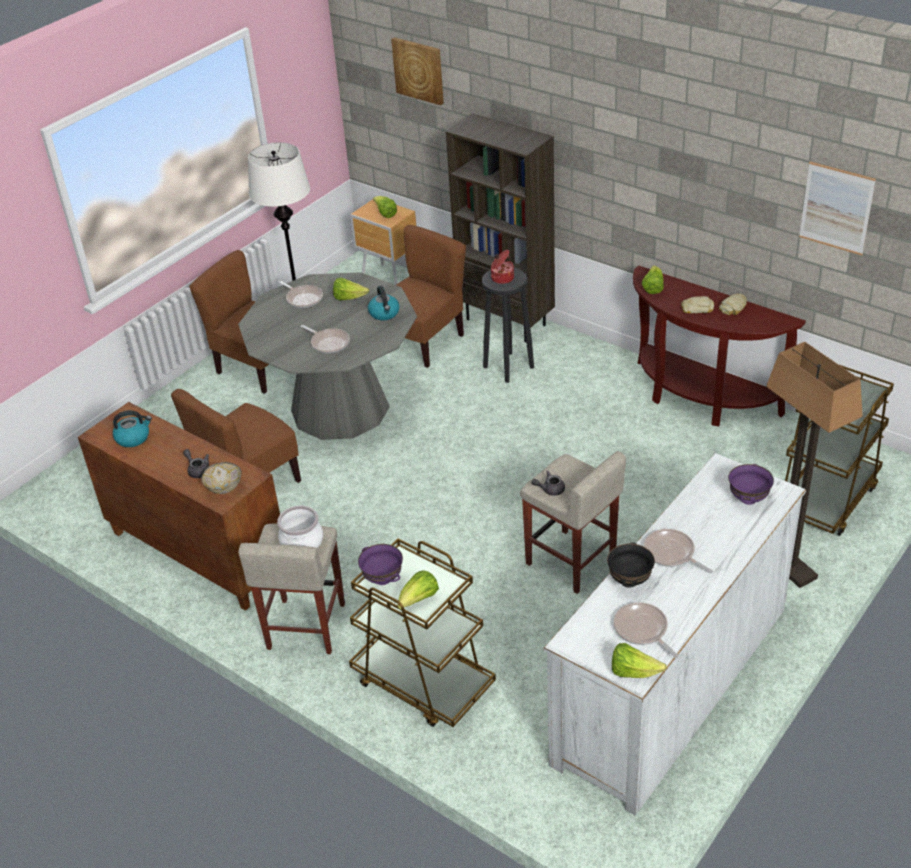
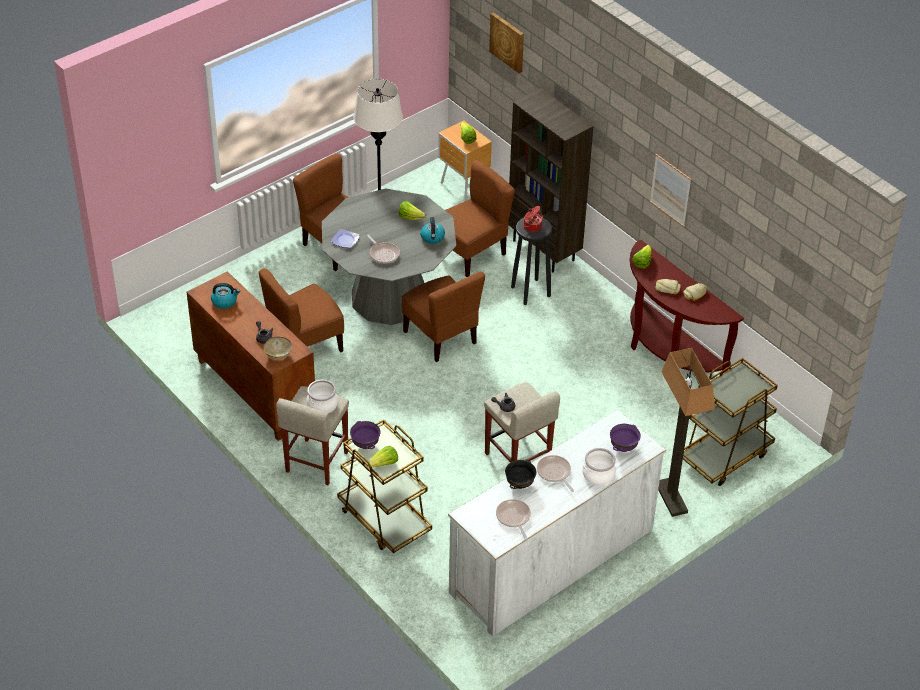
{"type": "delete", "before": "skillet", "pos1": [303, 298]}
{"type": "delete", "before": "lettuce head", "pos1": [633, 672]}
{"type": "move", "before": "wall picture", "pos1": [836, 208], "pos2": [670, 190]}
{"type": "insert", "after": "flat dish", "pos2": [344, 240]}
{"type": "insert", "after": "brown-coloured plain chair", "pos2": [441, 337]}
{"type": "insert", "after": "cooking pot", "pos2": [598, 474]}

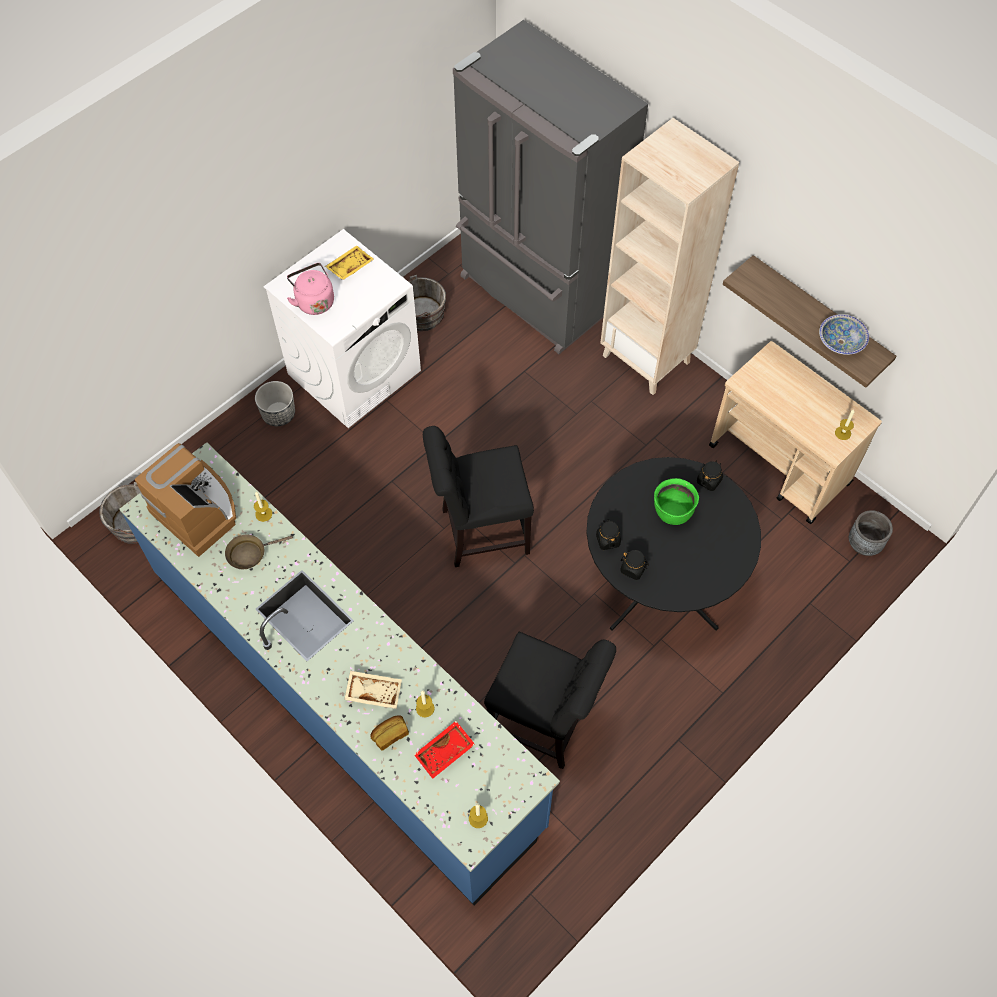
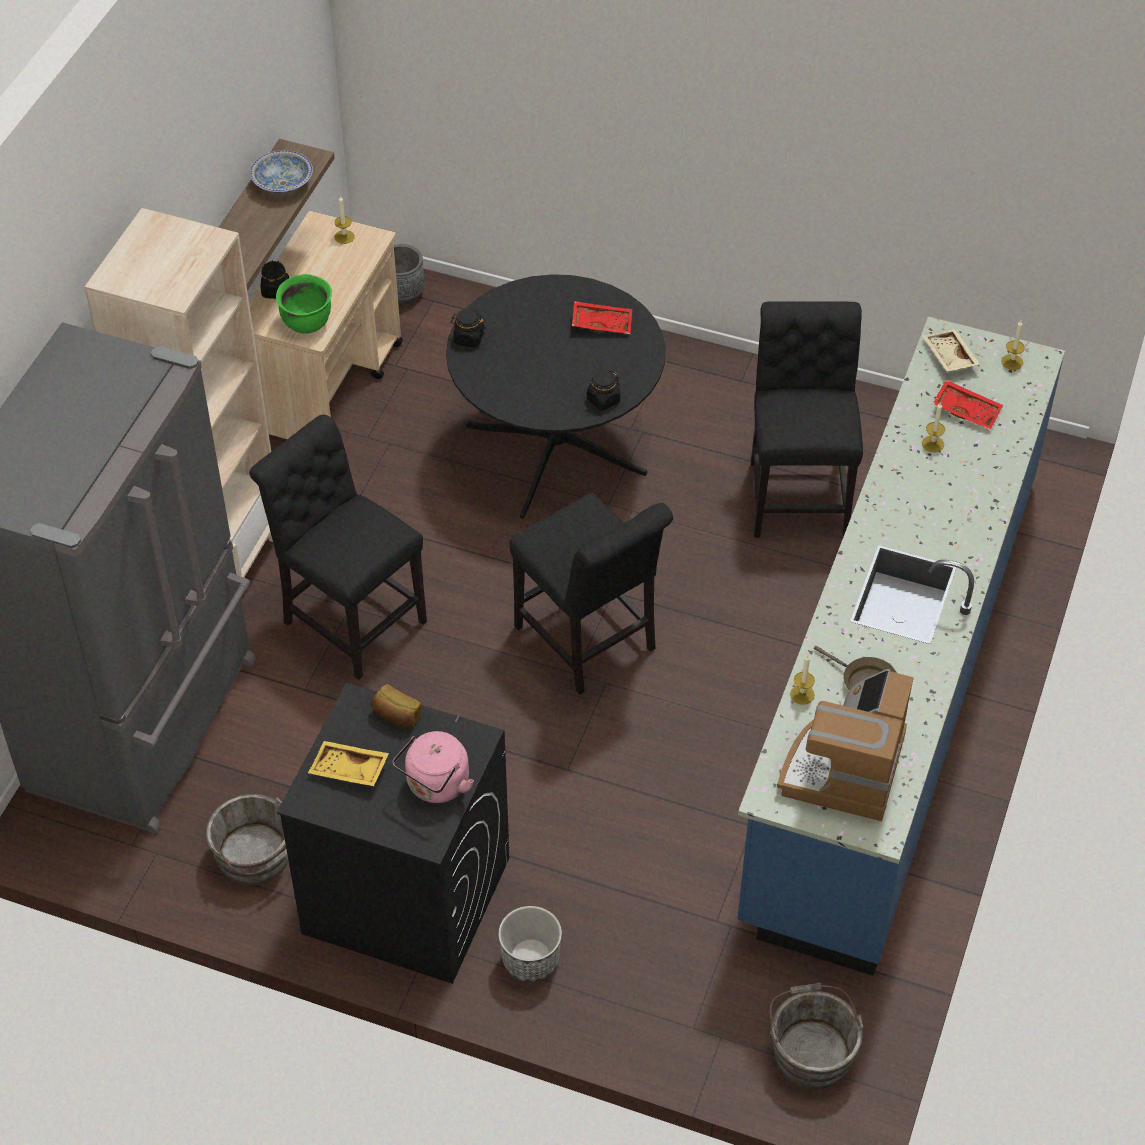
{"type": "recolor", "before": "white-coloured laundry machine", "after": "black laundry machine", "pos1": [354, 372], "pos2": [405, 895]}
{"type": "move", "before": "beige tray", "pos1": [374, 691], "pos2": [948, 357]}
{"type": "move", "before": "bakery bread", "pos1": [390, 735], "pos2": [396, 716]}
{"type": "move", "before": "black jar", "pos1": [633, 569], "pos2": [276, 291]}
{"type": "move", "before": "green-coloured cooking pot", "pos1": [672, 513], "pos2": [307, 323]}
{"type": "insert", "after": "black plain chair", "pos2": [349, 618]}
{"type": "insert", "after": "reddish tray", "pos2": [602, 323]}

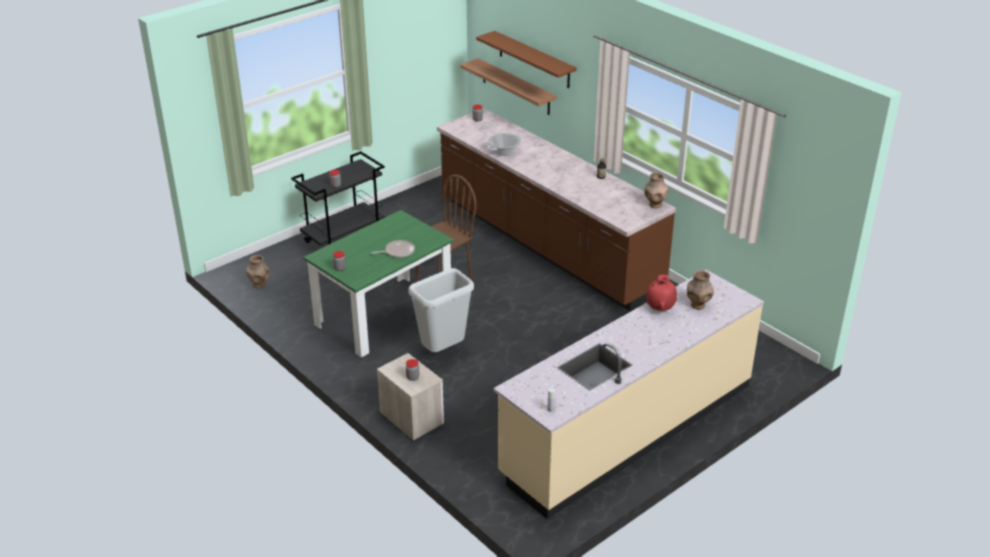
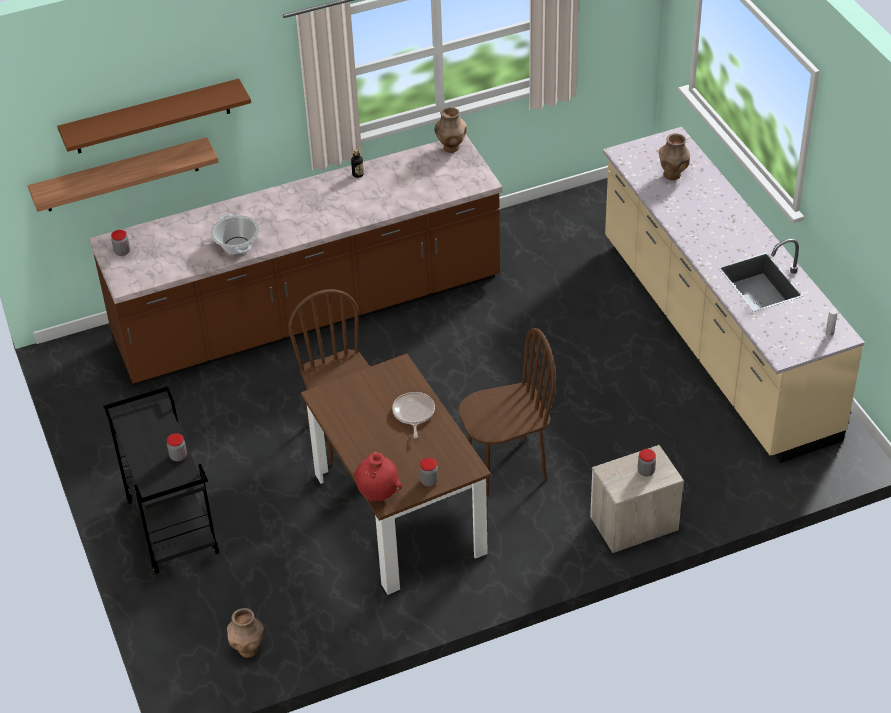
{"type": "recolor", "before": "green-coloured kitchen table", "after": "brown-coloured kitchen table", "pos1": [384, 316], "pos2": [399, 514]}
{"type": "replace", "before": "gray trash can", "after": "brown-coloured plain chair", "pos1": [443, 351], "pos2": [506, 467]}
{"type": "move", "before": "reddish vase", "pos1": [660, 309], "pos2": [379, 494]}

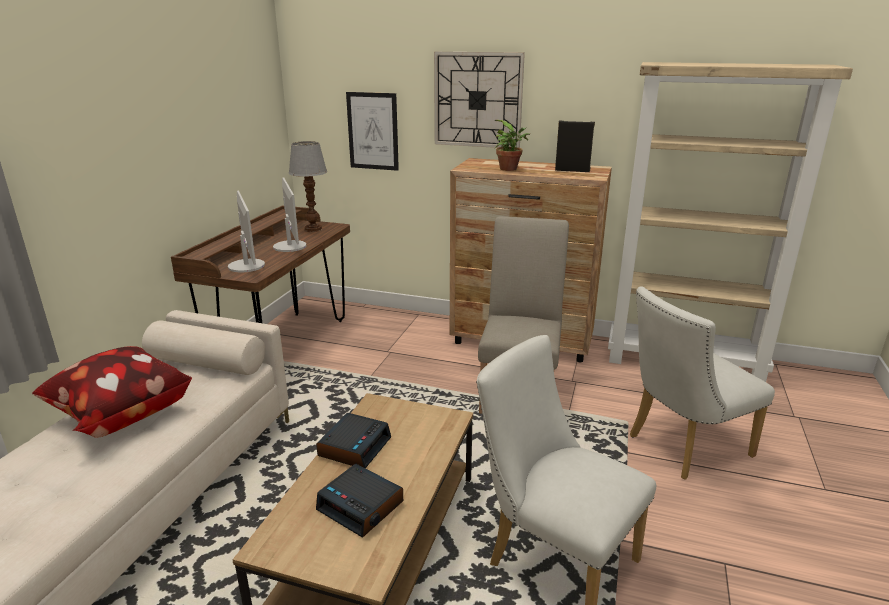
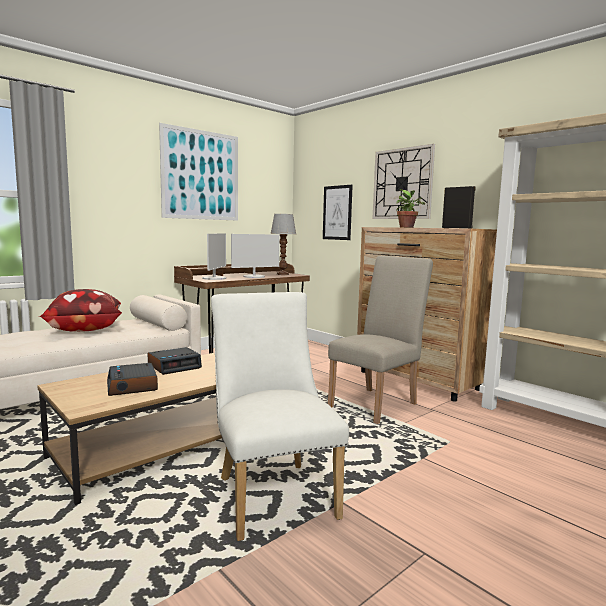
{"type": "rotate", "before": "computer display", "pos1": [290, 246], "pos2": [254, 276], "turn": 45}
{"type": "delete", "before": "white-coloured plain chair", "pos1": [681, 447]}
{"type": "insert", "after": "wall picture", "pos2": [201, 175]}

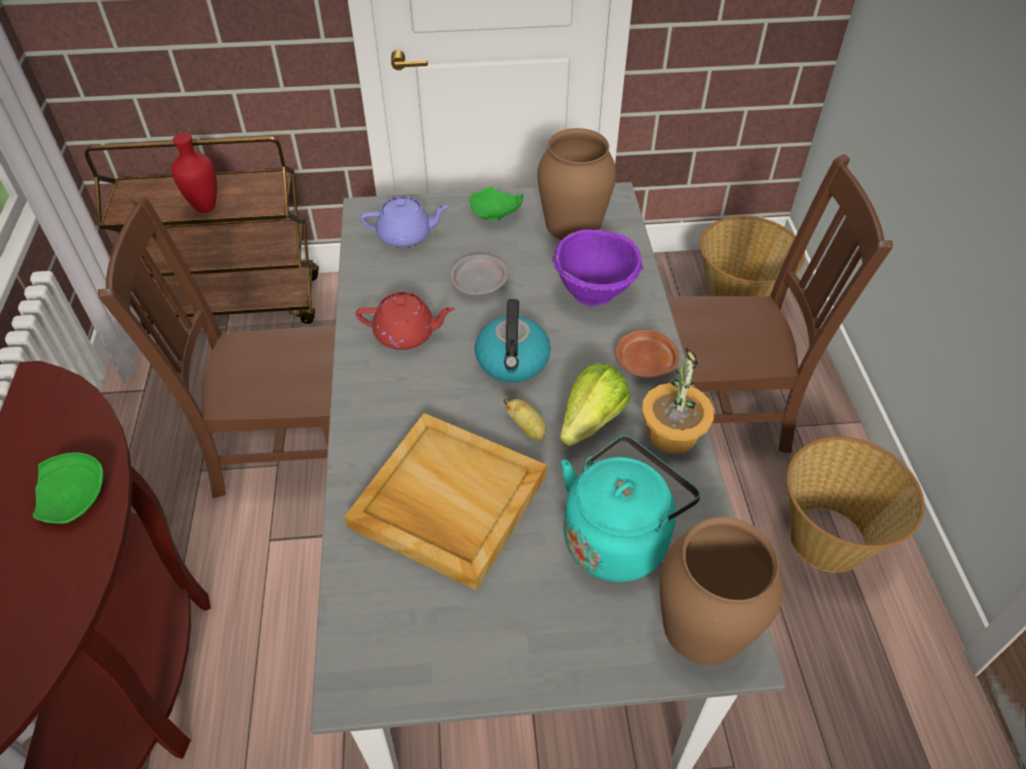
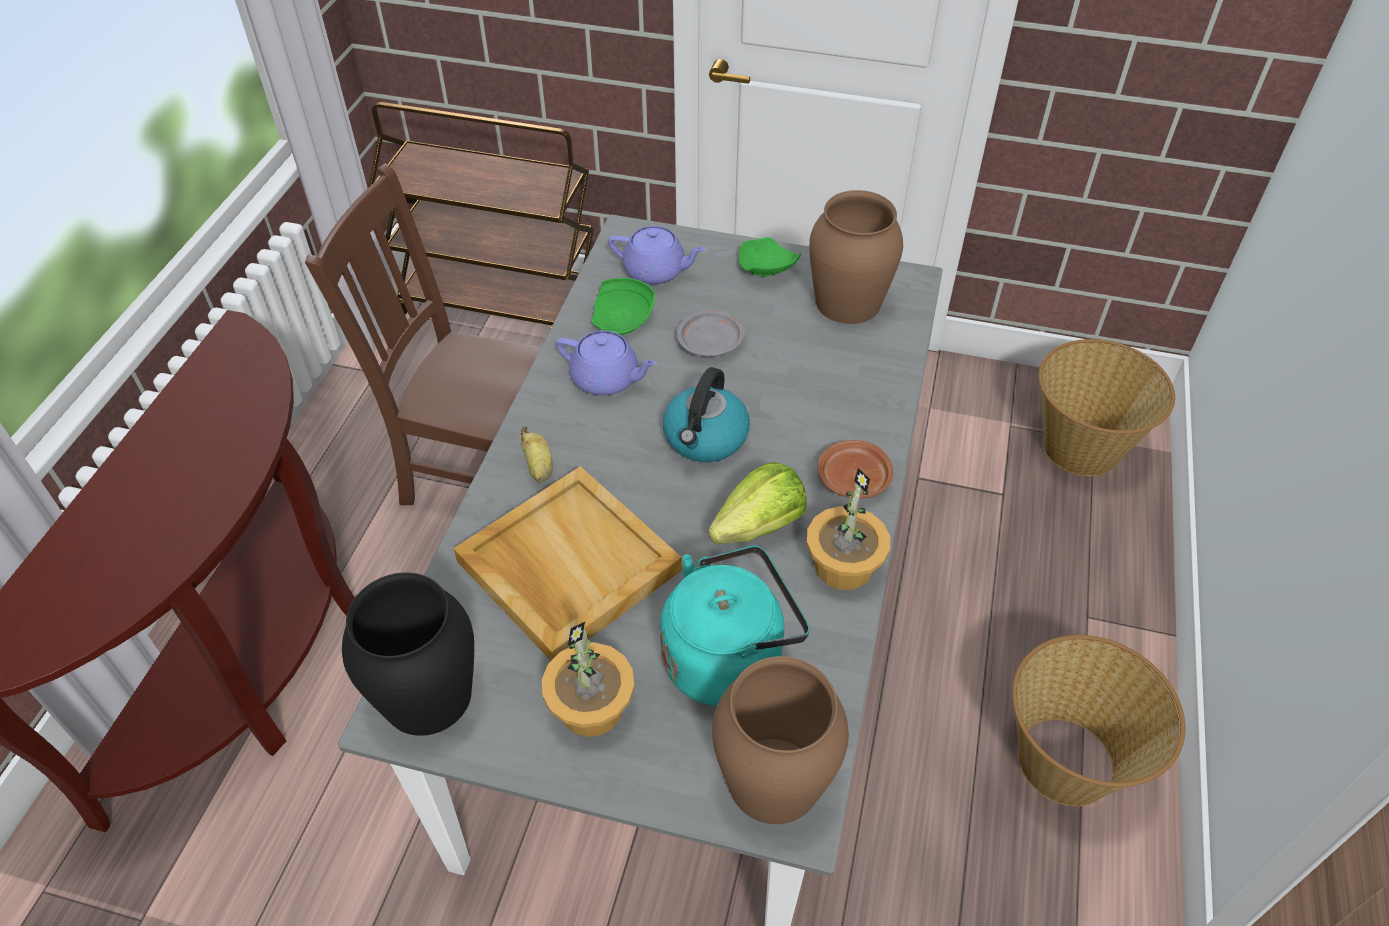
{"type": "move", "before": "green-coloured flat dish", "pos1": [74, 497], "pos2": [623, 318]}
{"type": "delete", "before": "reddish vase", "pos1": [204, 208]}
{"type": "recolor", "before": "reddish pot for tea", "after": "purplish pot for tea", "pos1": [406, 334], "pos2": [607, 379]}
{"type": "move", "before": "banana fruit", "pos1": [527, 428], "pos2": [539, 467]}
{"type": "delete", "before": "purplish serving bowl", "pos1": [595, 292]}
{"type": "delete", "before": "brown-coloured plain chair", "pos1": [720, 412]}
{"type": "insert", "after": "black vase", "pos2": [428, 695]}
{"type": "insert", "after": "plant in a pot", "pos2": [592, 707]}

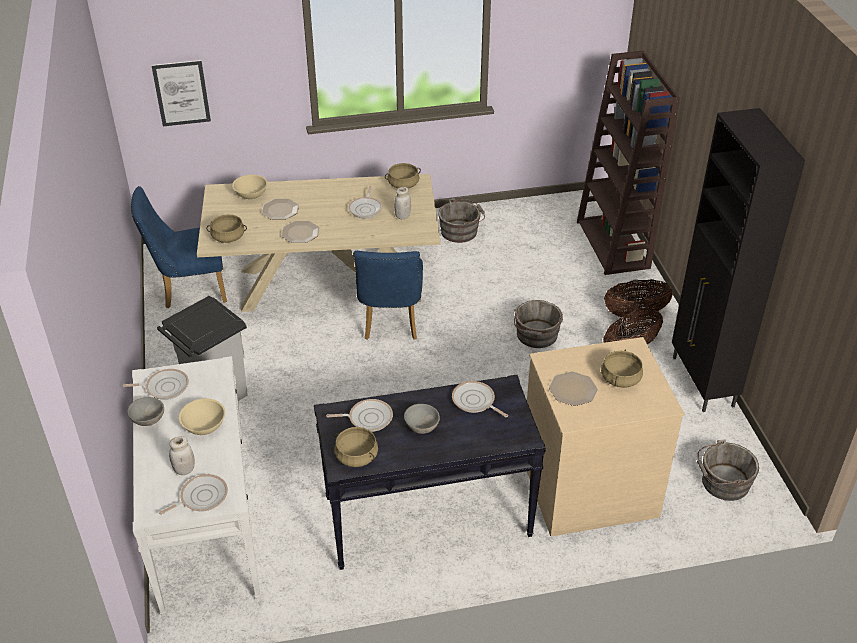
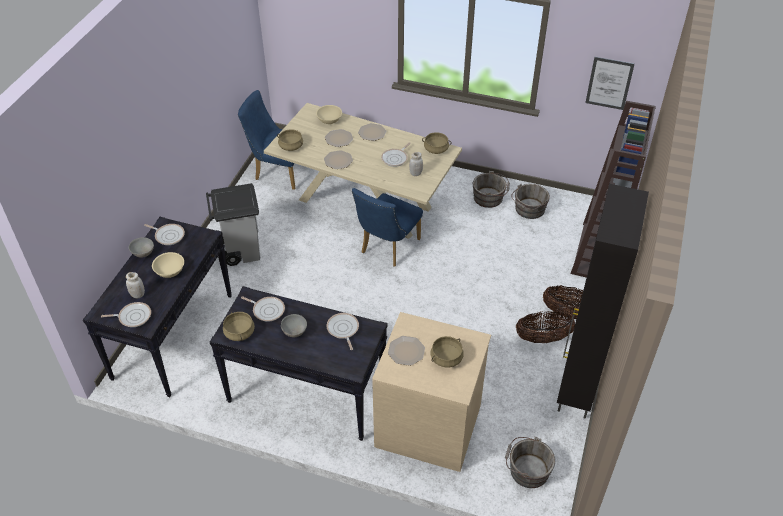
{"type": "recolor", "before": "white-coloured console table", "after": "black console table", "pos1": [205, 526], "pos2": [173, 335]}
{"type": "move", "before": "wall picture", "pos1": [181, 93], "pos2": [609, 83]}
{"type": "move", "before": "gray pail", "pos1": [536, 336], "pos2": [528, 210]}
{"type": "insert", "after": "flat dish", "pos2": [372, 132]}

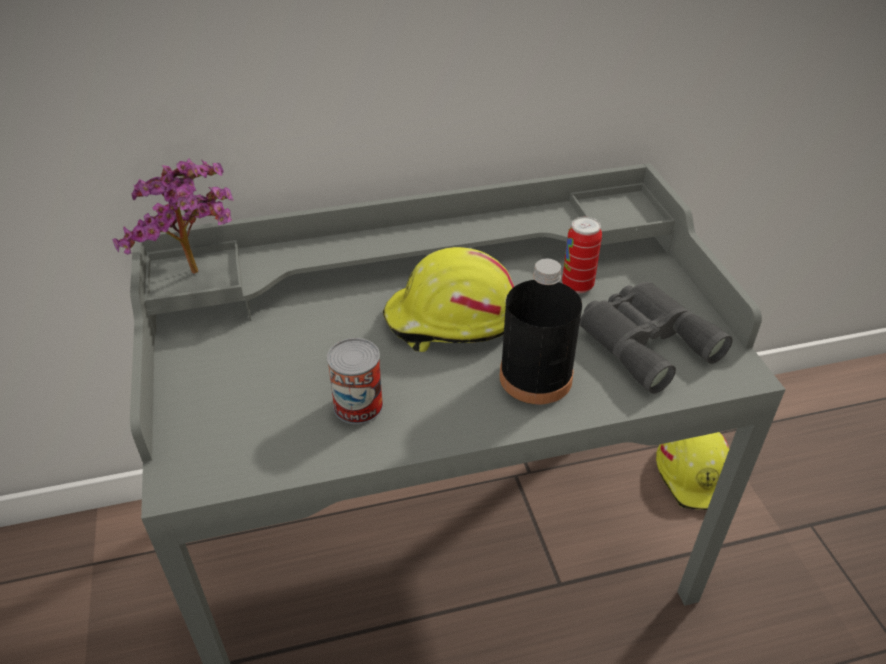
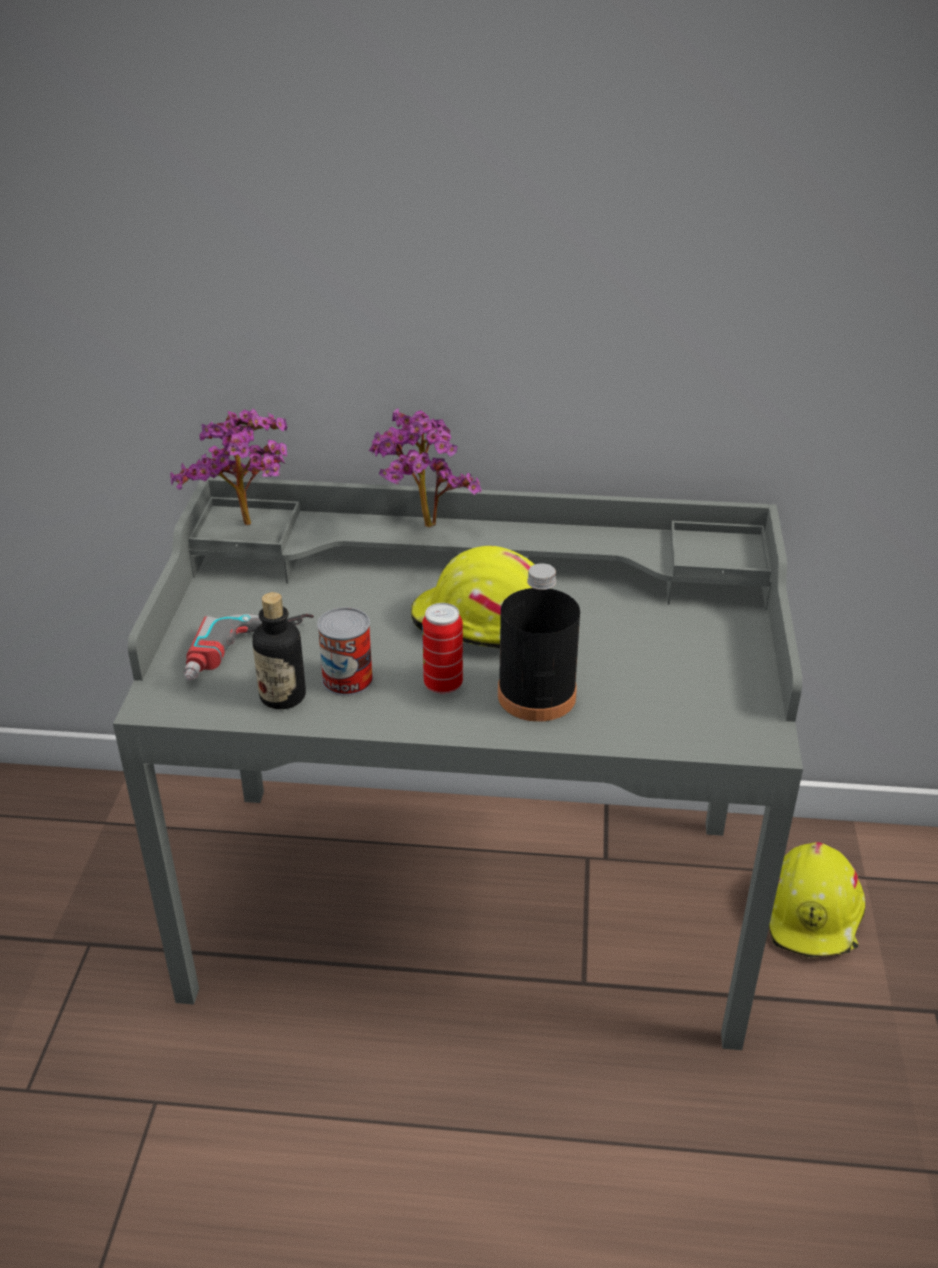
{"type": "move", "before": "can", "pos1": [577, 285], "pos2": [443, 685]}
{"type": "delete", "before": "gray pair of binoculars", "pos1": [644, 340]}
{"type": "insert", "after": "electric drill", "pos2": [249, 654]}
{"type": "insert", "after": "bottle", "pos2": [283, 696]}
{"type": "insert", "after": "plant in a pot", "pos2": [421, 529]}

